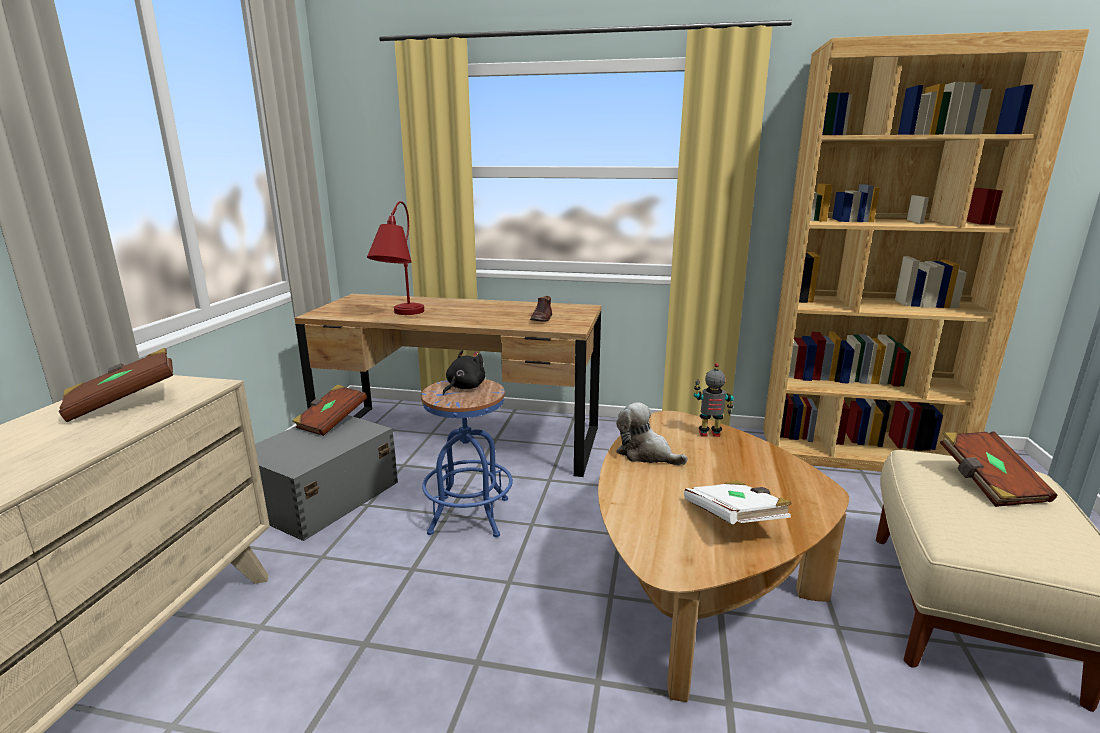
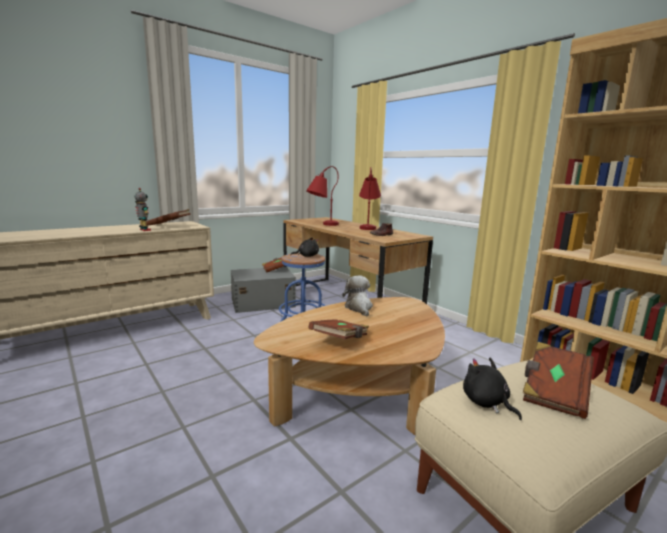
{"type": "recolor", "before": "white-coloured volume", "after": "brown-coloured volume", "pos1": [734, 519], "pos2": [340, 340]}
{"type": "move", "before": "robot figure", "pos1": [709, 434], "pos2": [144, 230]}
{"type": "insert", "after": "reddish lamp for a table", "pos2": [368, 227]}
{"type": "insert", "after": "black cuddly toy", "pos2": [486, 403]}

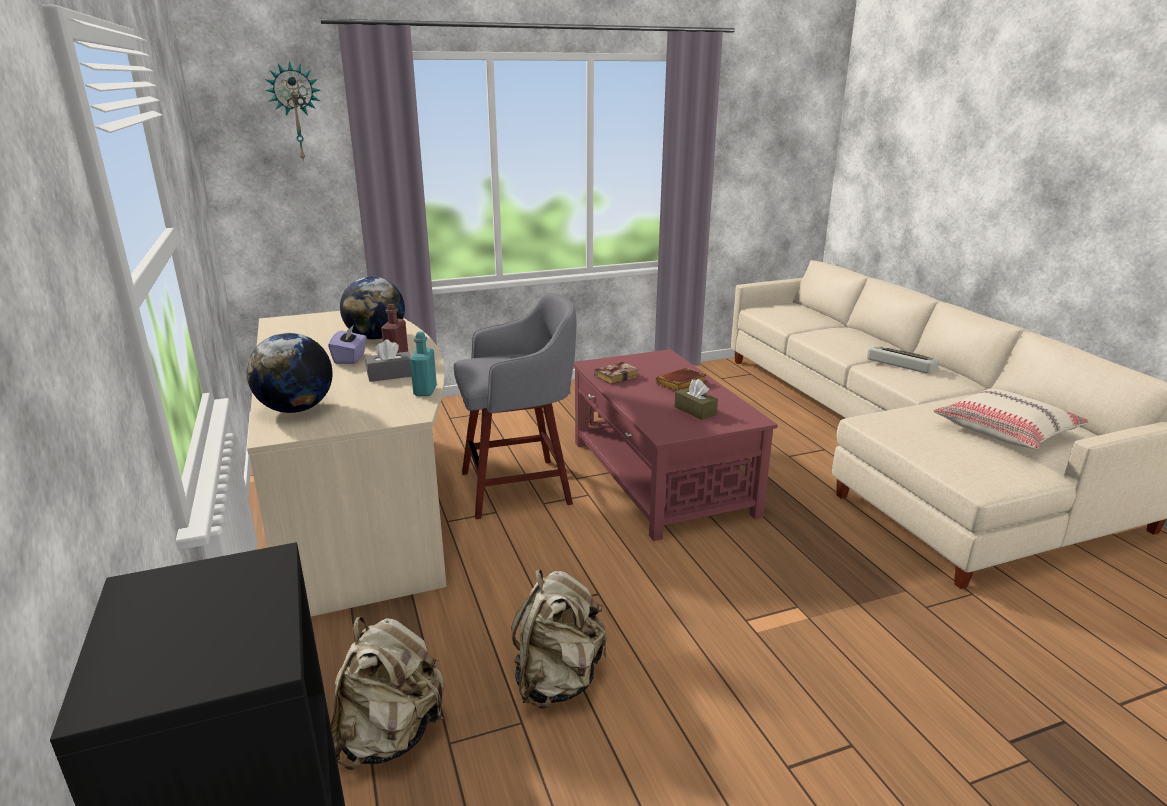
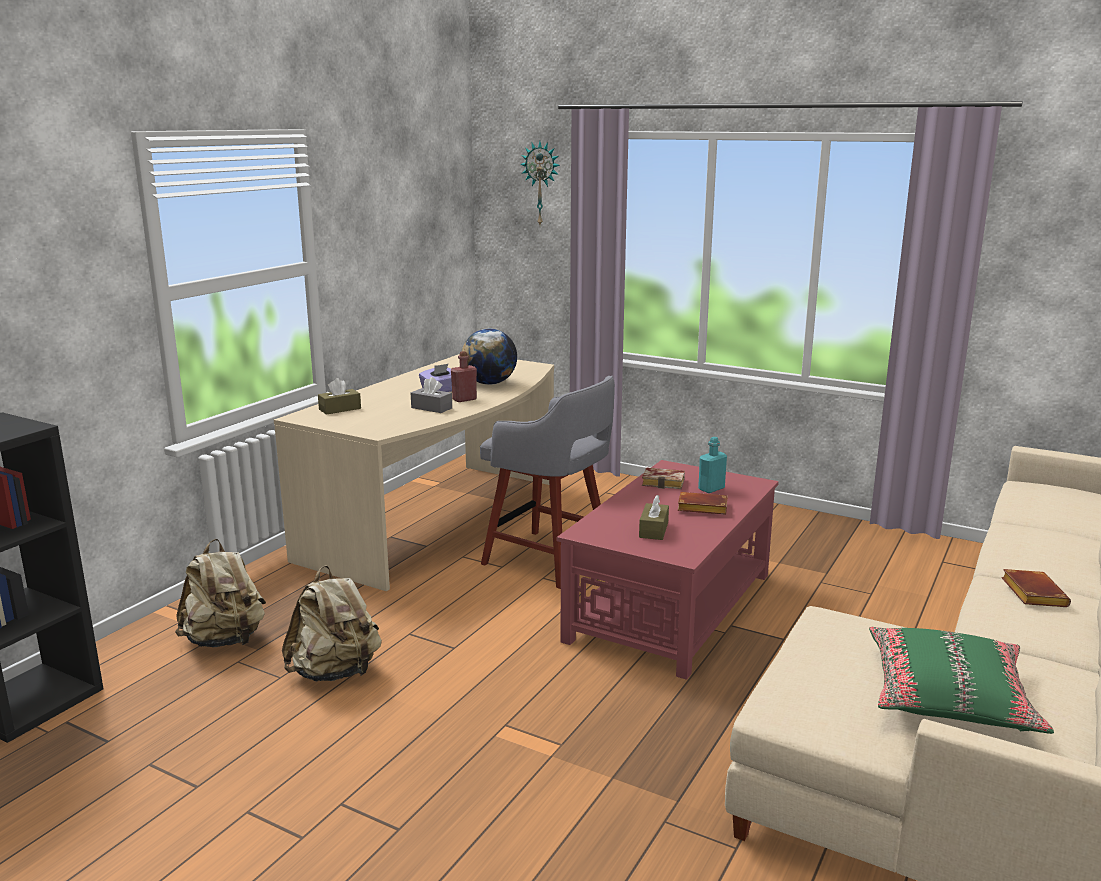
{"type": "replace", "before": "world globe", "after": "brown-coloured box of tissues", "pos1": [296, 409], "pos2": [340, 409]}
{"type": "move", "before": "turquoise-coloured bottle", "pos1": [425, 391], "pos2": [711, 489]}
{"type": "replace", "before": "keyboard", "after": "brown-coloured volume", "pos1": [900, 364], "pos2": [1031, 593]}
{"type": "recolor", "before": "beige cushion", "after": "green-coloured cushion", "pos1": [1006, 431], "pos2": [949, 696]}

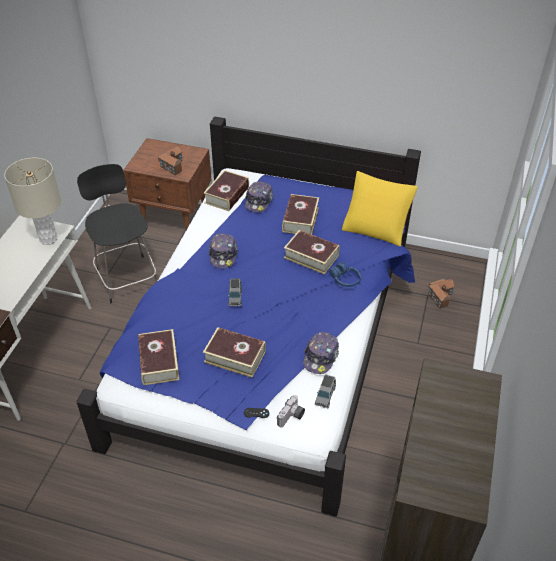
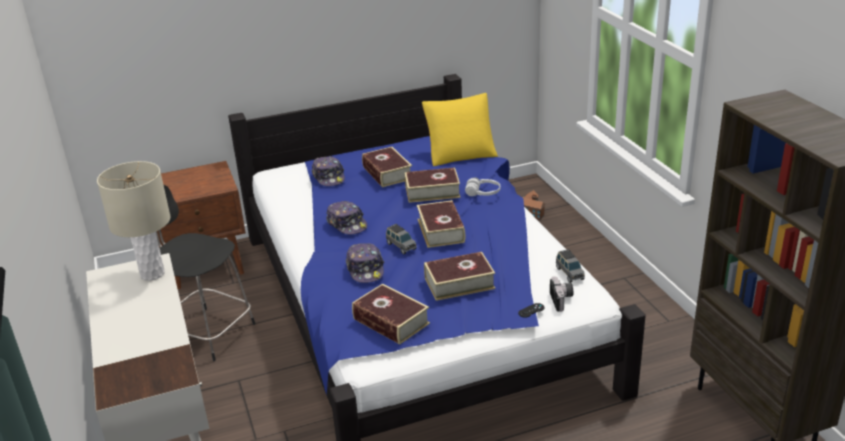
{"type": "delete", "before": "miniature house", "pos1": [172, 164]}
{"type": "move", "before": "volume", "pos1": [227, 195], "pos2": [441, 231]}
{"type": "move", "before": "peaked cap", "pos1": [321, 357], "pos2": [365, 269]}
{"type": "recolor", "before": "blue pair of headphones", "after": "white-coloured pair of headphones", "pos1": [345, 279], "pos2": [483, 193]}

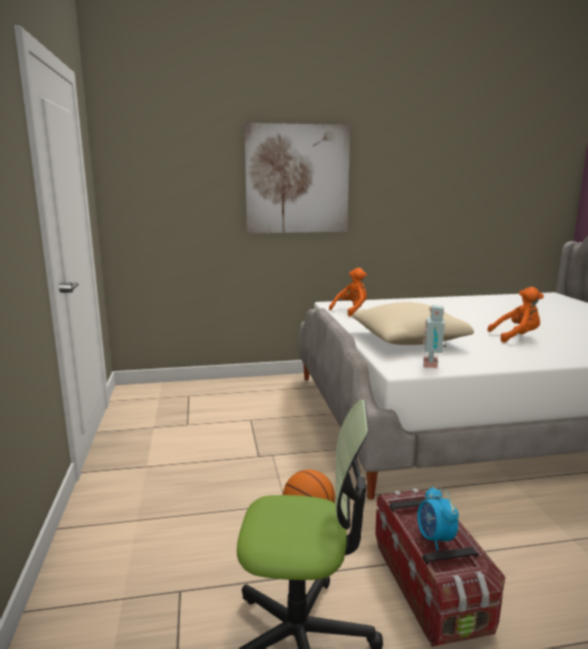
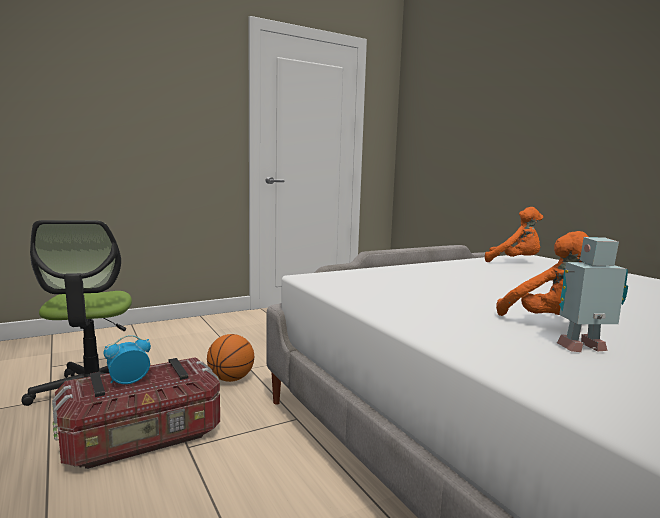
{"type": "delete", "before": "wall picture", "pos1": [297, 179]}
{"type": "delete", "before": "beige cushion", "pos1": [408, 340]}
{"type": "move", "before": "robot figure", "pos1": [432, 364], "pos2": [585, 349]}

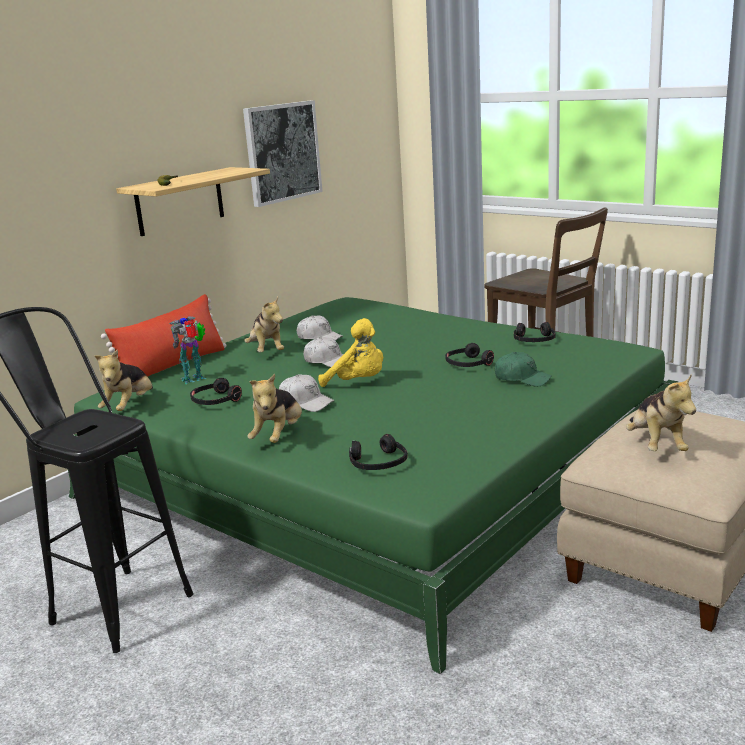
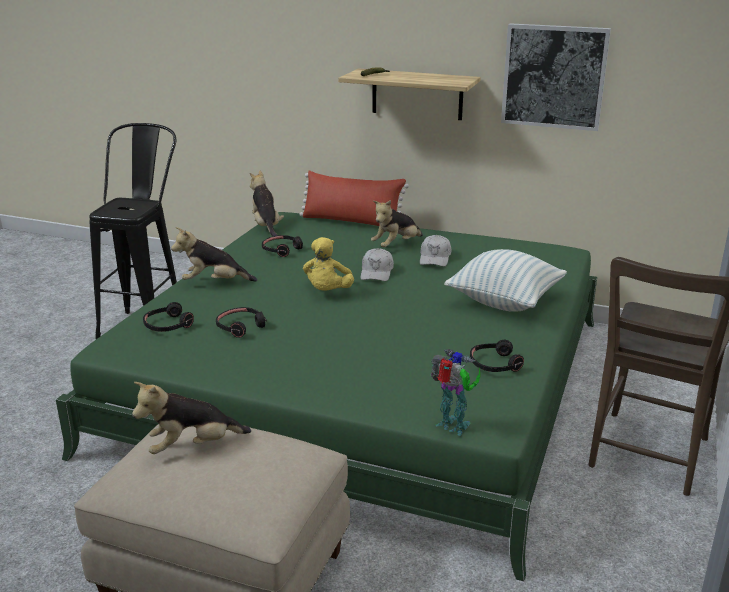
{"type": "rotate", "before": "cuddly toy", "pos1": [130, 406], "pos2": [266, 227], "turn": 75}
{"type": "move", "before": "robot figure", "pos1": [194, 379], "pos2": [453, 427]}
{"type": "delete", "before": "white-coloured peaked cap", "pos1": [306, 402]}
{"type": "move", "before": "black pair of headphones", "pos1": [468, 364], "pos2": [240, 327]}
{"type": "delete", "before": "green-coloured peaked cap", "pos1": [522, 378]}
{"type": "insert", "after": "cushion", "pos2": [504, 301]}

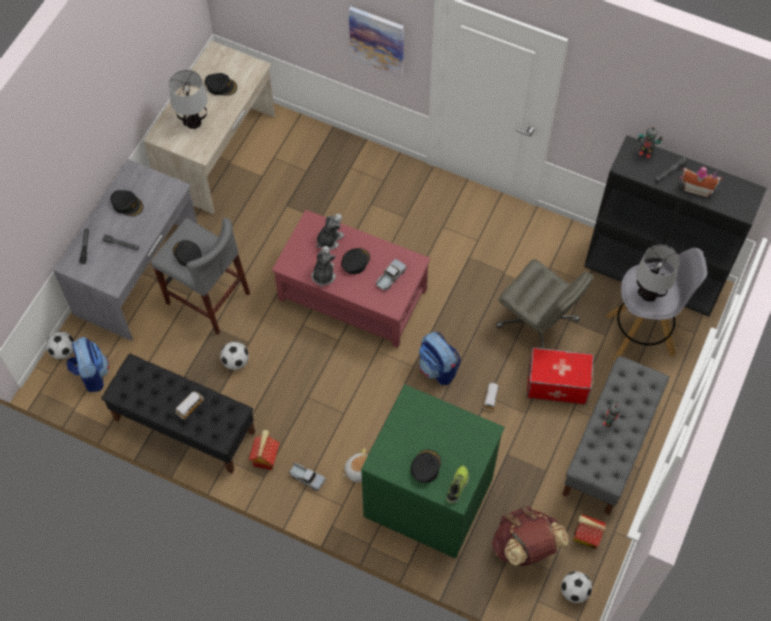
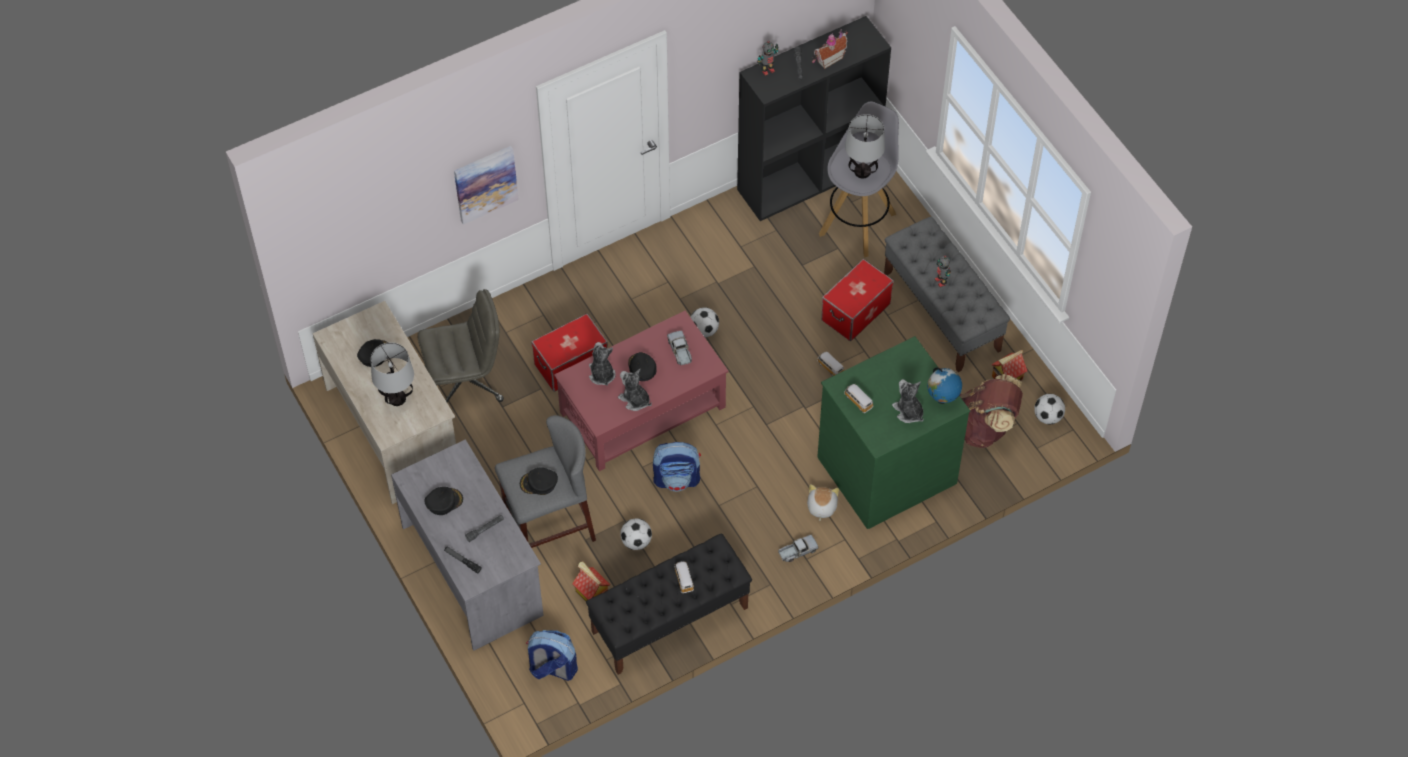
{"type": "move", "before": "football", "pos1": [63, 351], "pos2": [704, 330]}
{"type": "move", "before": "miniature house", "pos1": [265, 457], "pos2": [591, 593]}
{"type": "replace", "before": "black peaked cap", "after": "cuddly toy", "pos1": [425, 467], "pos2": [908, 411]}
{"type": "move", "before": "rucksack", "pos1": [438, 368], "pos2": [677, 479]}
{"type": "replace", "before": "shoe", "after": "world globe", "pos1": [457, 486], "pos2": [942, 399]}
{"type": "move", "before": "gray desk chair", "pos1": [538, 323], "pos2": [466, 382]}
{"type": "insert", "after": "storage container", "pos2": [571, 363]}
{"type": "insert", "after": "toy car", "pos2": [857, 401]}

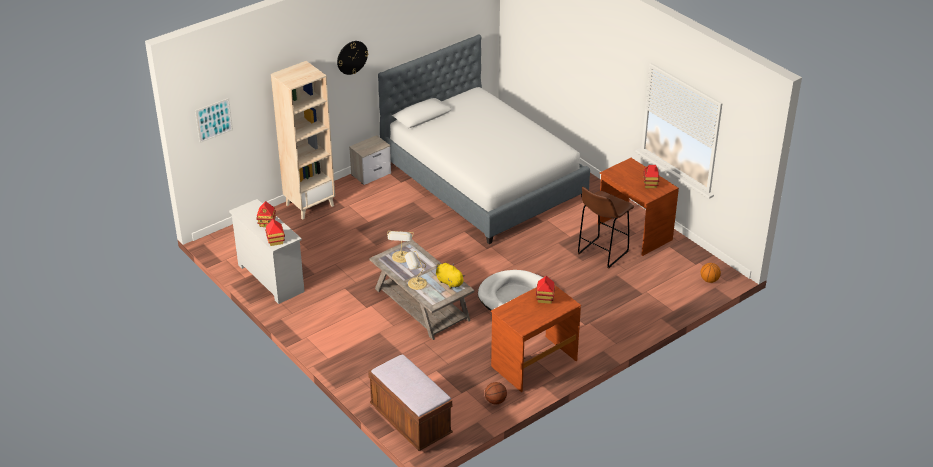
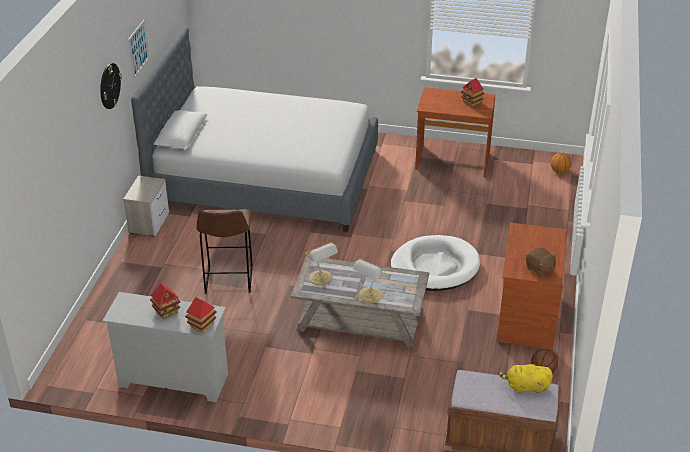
{"type": "move", "before": "wall picture", "pos1": [214, 120], "pos2": [138, 48]}
{"type": "delete", "before": "beige bookshelf", "pos1": [310, 205]}
{"type": "move", "before": "yellow cuddly toy", "pos1": [448, 282], "pos2": [525, 387]}
{"type": "delete", "before": "miniature house", "pos1": [545, 299]}
{"type": "move", "before": "brown-coloured stool", "pos1": [601, 253], "pos2": [228, 281]}
{"type": "insert", "after": "brown-coloured cuddly toy", "pos2": [539, 269]}

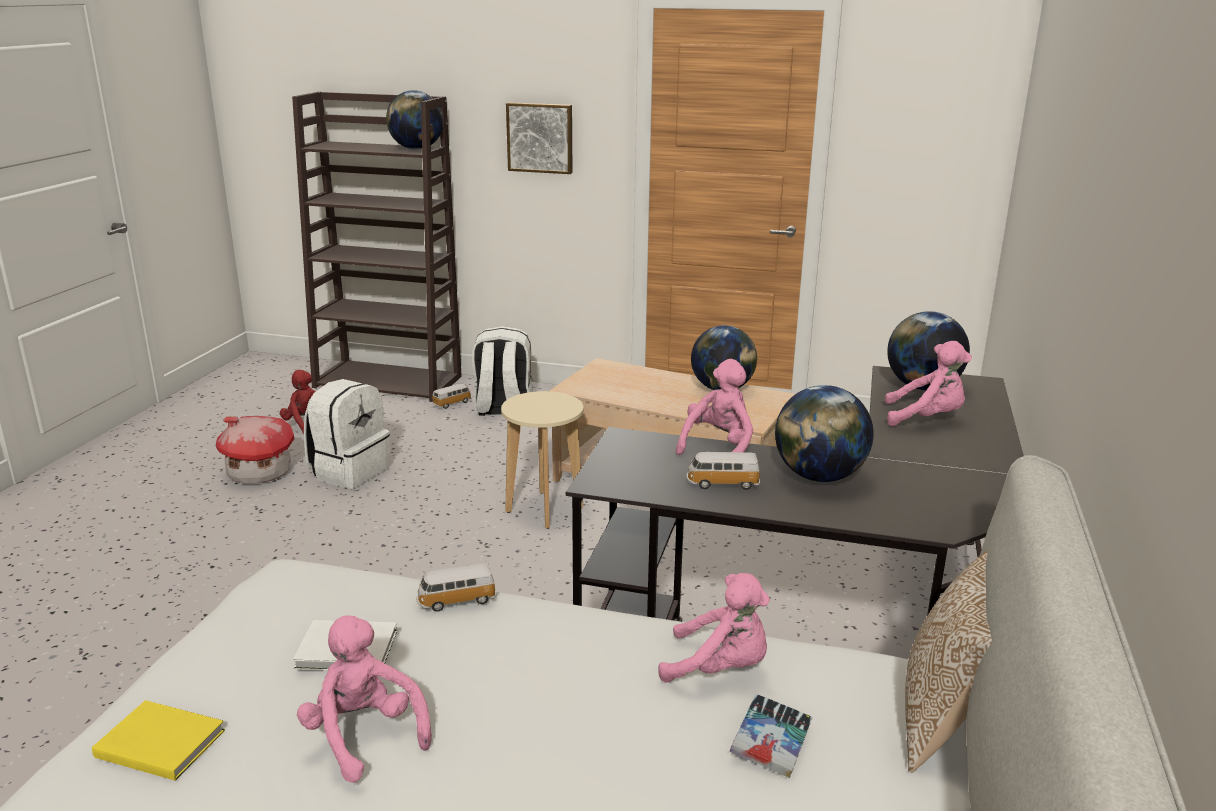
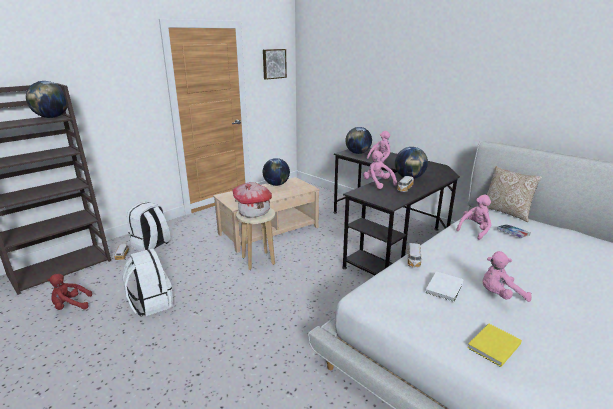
{"type": "move", "before": "miniature house", "pos1": [258, 473], "pos2": [254, 212]}
{"type": "move", "before": "wall picture", "pos1": [540, 137], "pos2": [273, 63]}

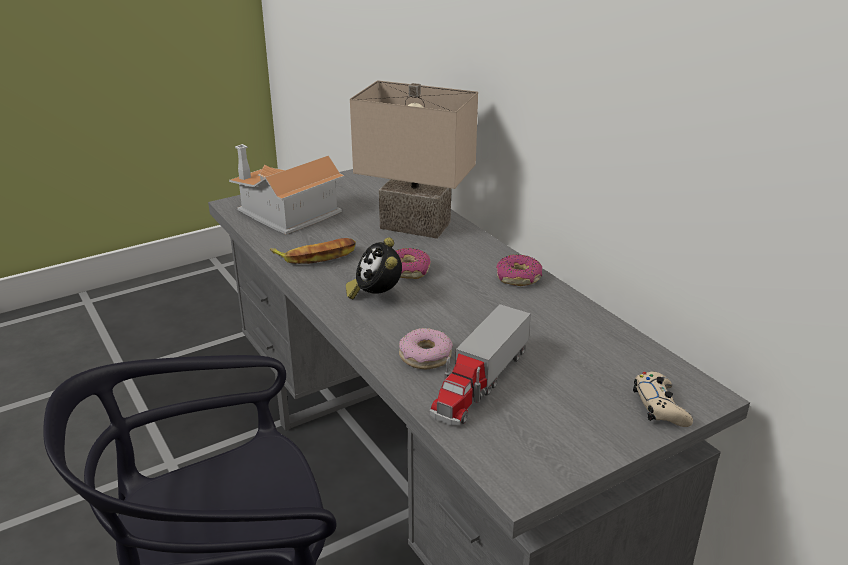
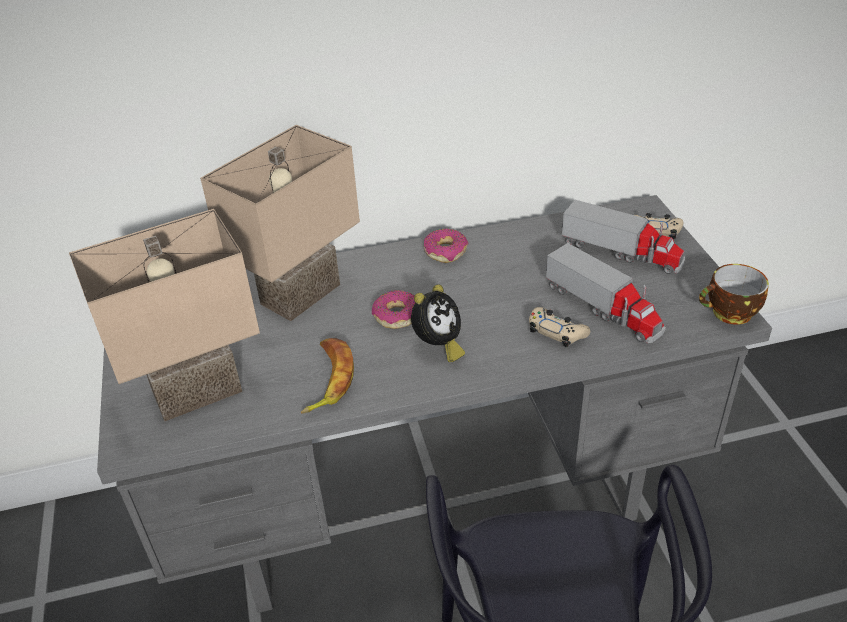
{"type": "replace", "before": "miniature house", "after": "beige lamp for a table", "pos1": [285, 213], "pos2": [197, 394]}
{"type": "rotate", "before": "table clock", "pos1": [376, 296], "pos2": [438, 346], "turn": -60}
{"type": "replace", "before": "ring doughnut", "after": "beige joypad", "pos1": [425, 356], "pos2": [556, 332]}
{"type": "insert", "after": "toy lorry", "pos2": [622, 252]}
{"type": "insert", "after": "small cup", "pos2": [729, 314]}

